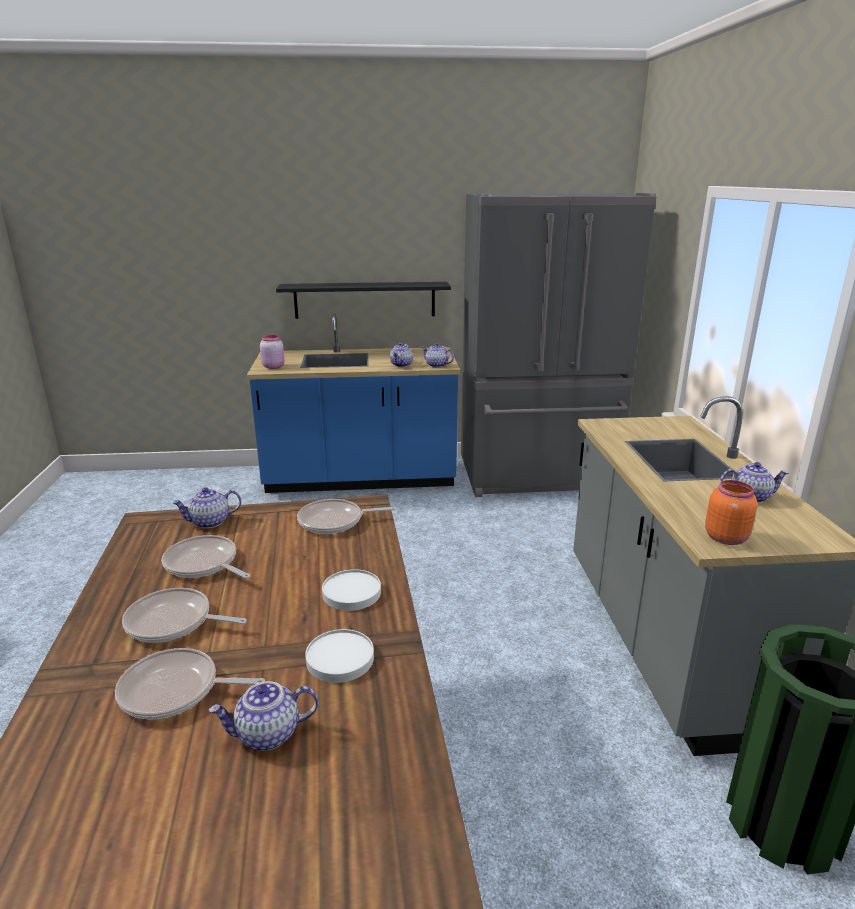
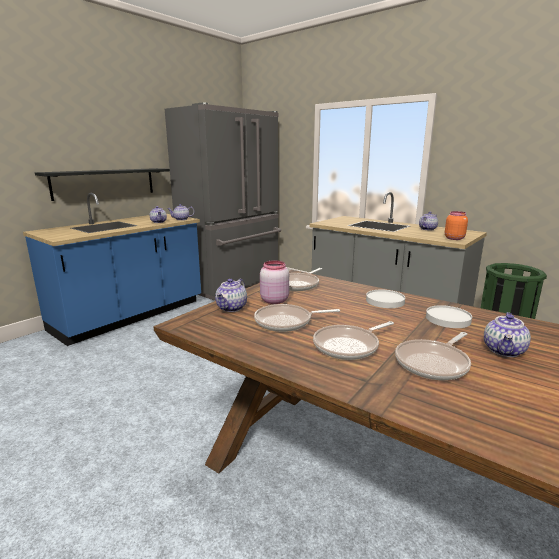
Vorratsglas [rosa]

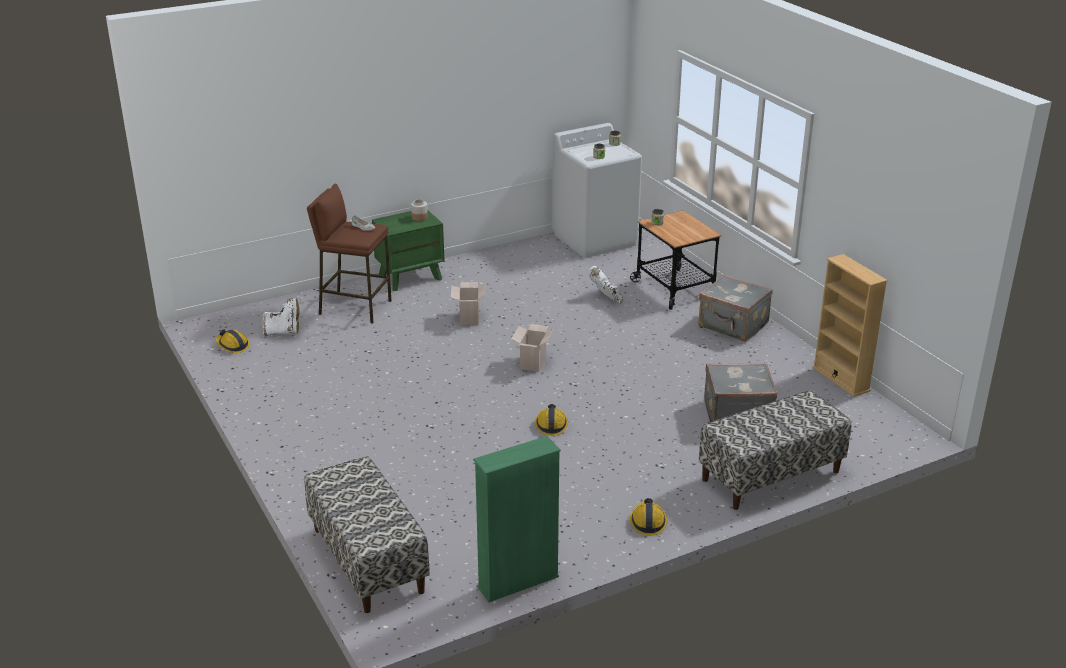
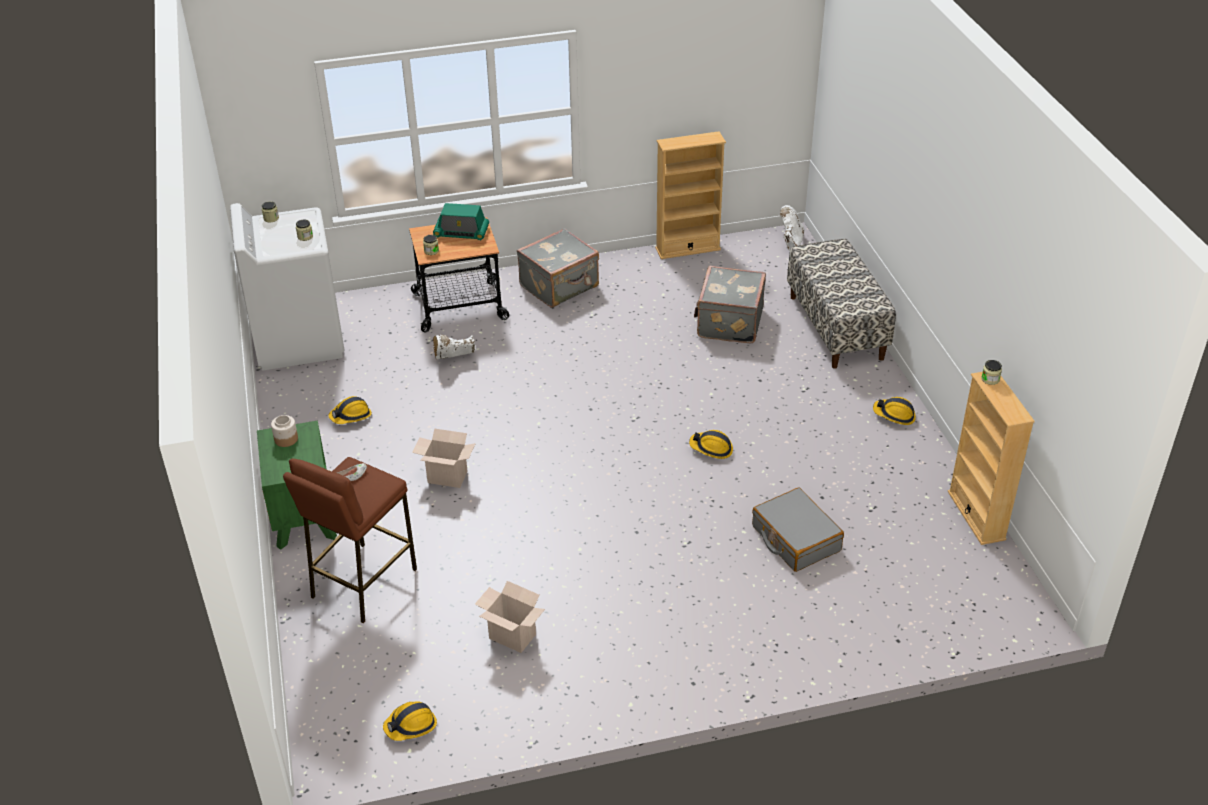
Schutzhelm (1st from left)
Radio
Karton (2nd from left)
Koffer [grau] (3rd from left)
Stiefel [weiß] (2nd from left)
Bücherregal [beige] (2nd from left)
Vorratsglas (5th from left)
Bank (1st from left in the first image)

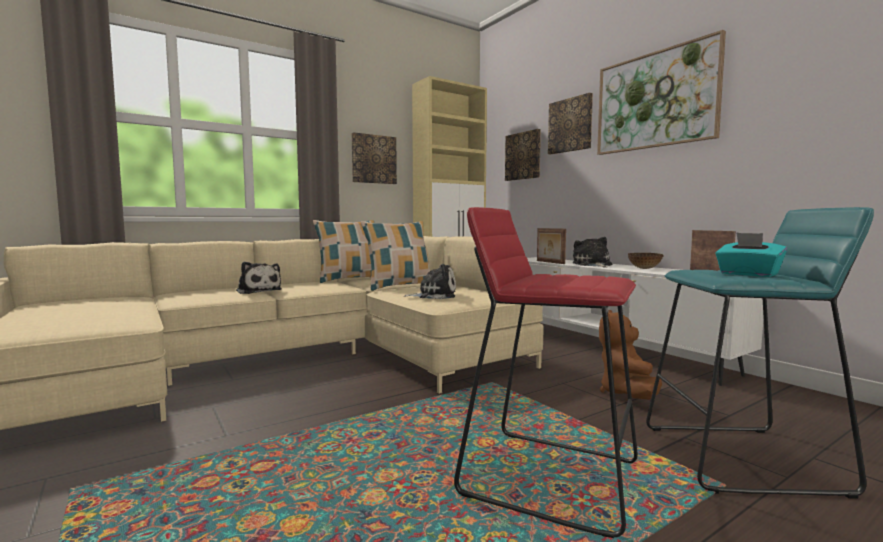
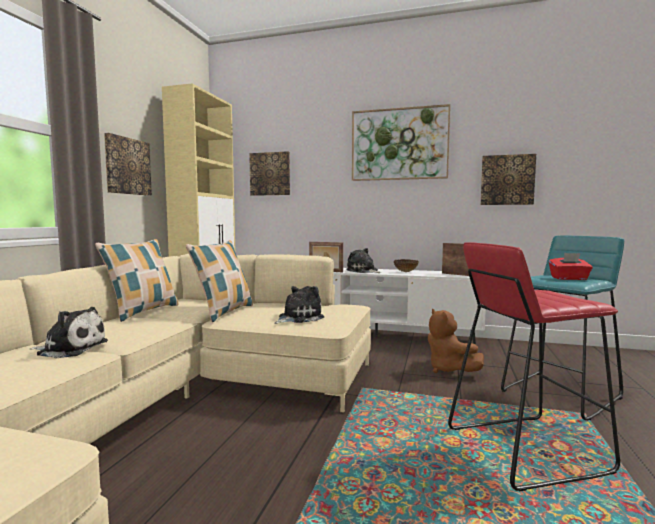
Bild (4th from left)
Taschentuchbox [rot]

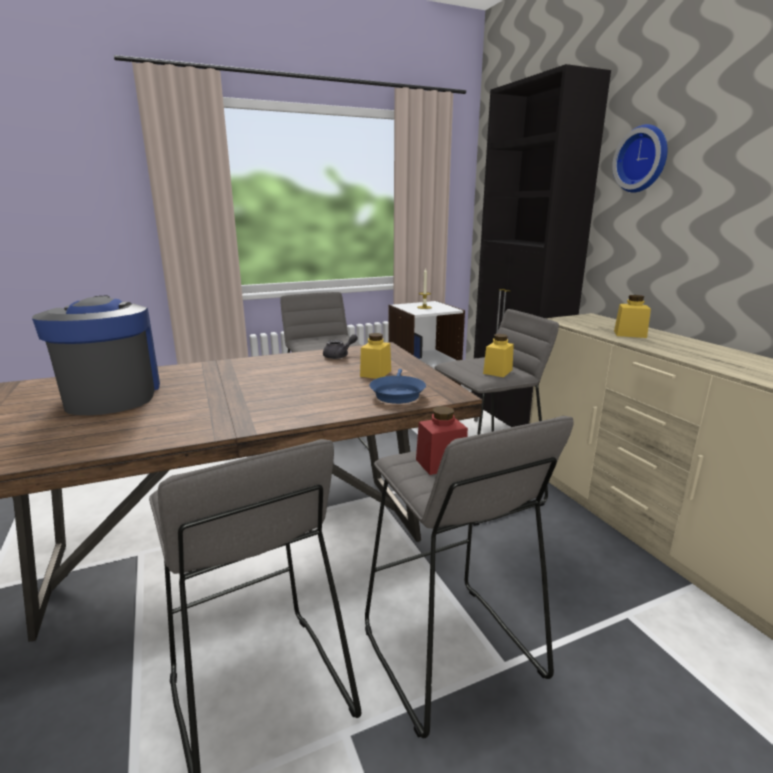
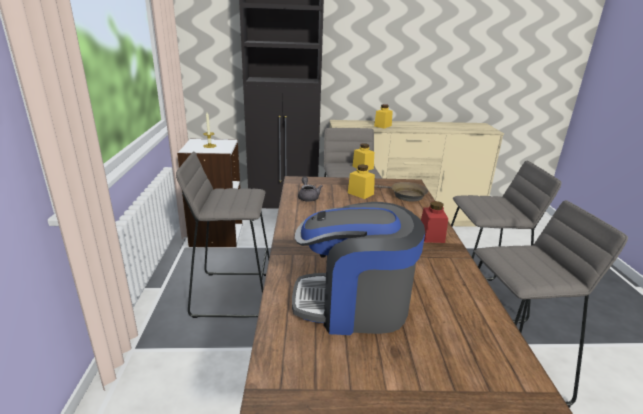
Pfanne [braun]
Vorratsglas [rot]
Wanduhr

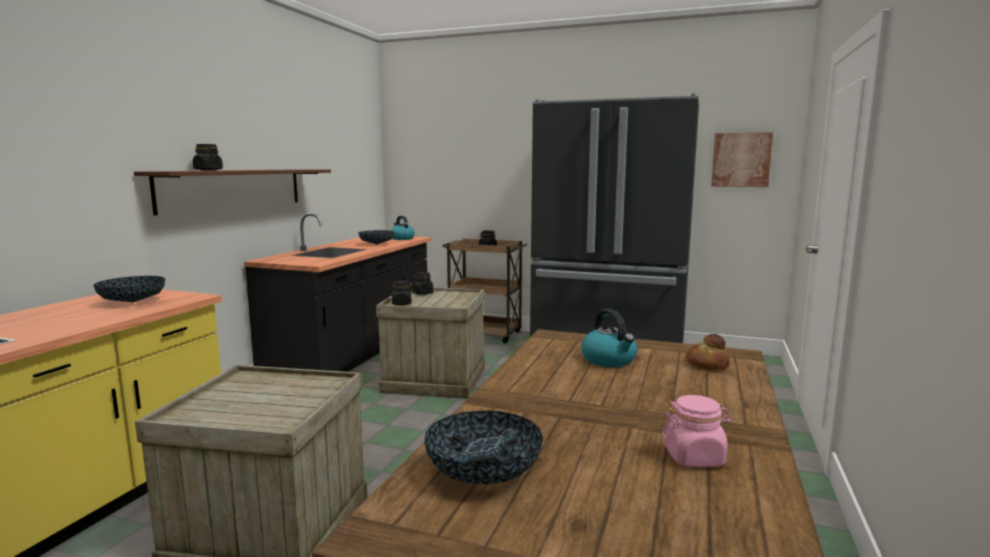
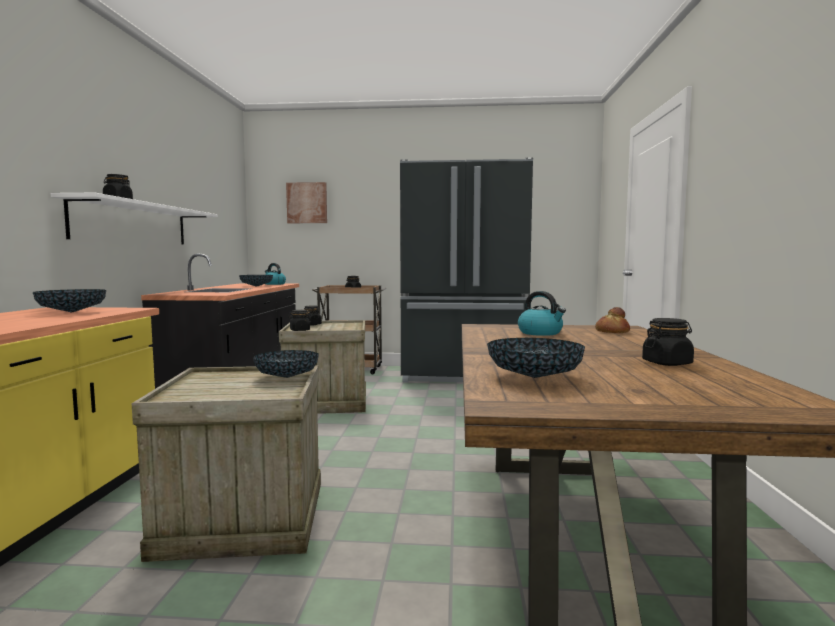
Wandregal [weiß]
Schüssel (3rd from left)
Bild
Vorratsglas [schwarz] (5th from left)

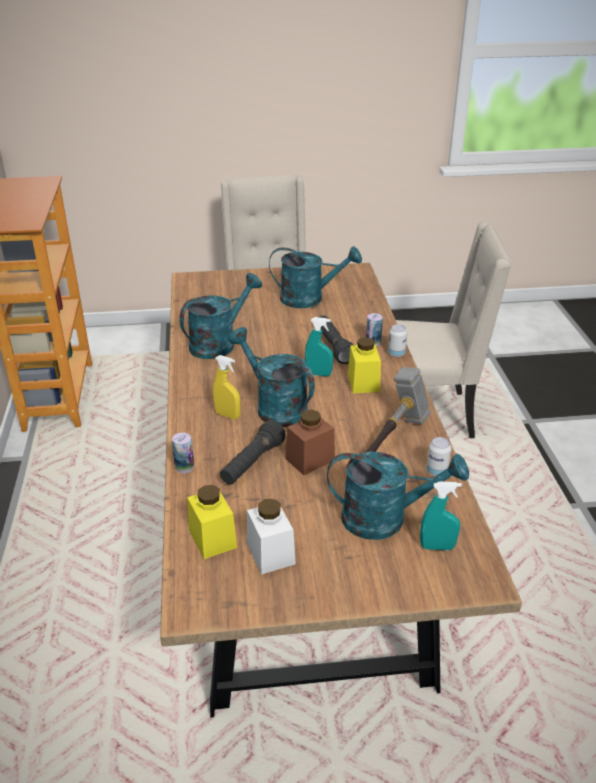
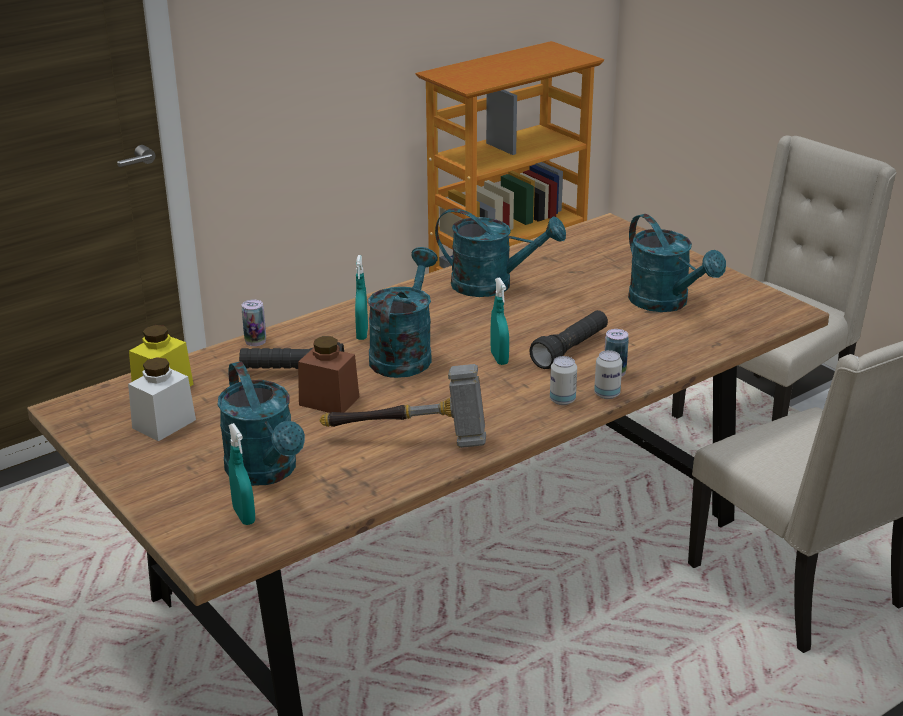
Sprühflasche [türkis] (2nd from left)
Dose (2nd from left)
Vorratsglas [gelb] (2nd from left in the first image)

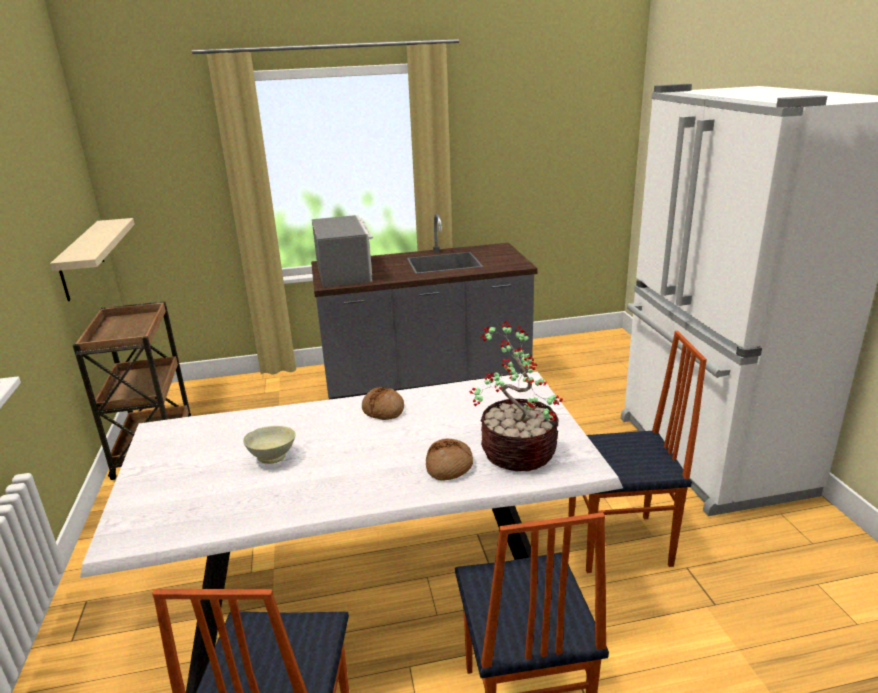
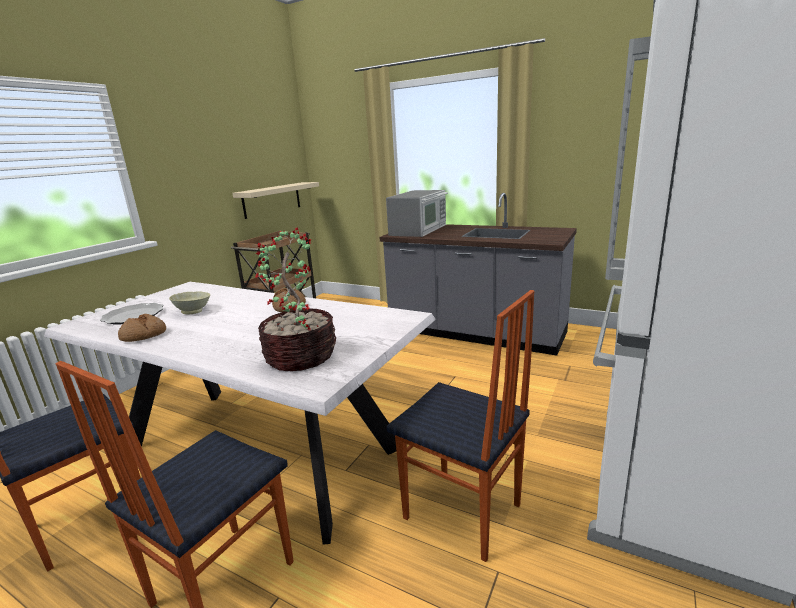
Teller
Brot (1st from left)

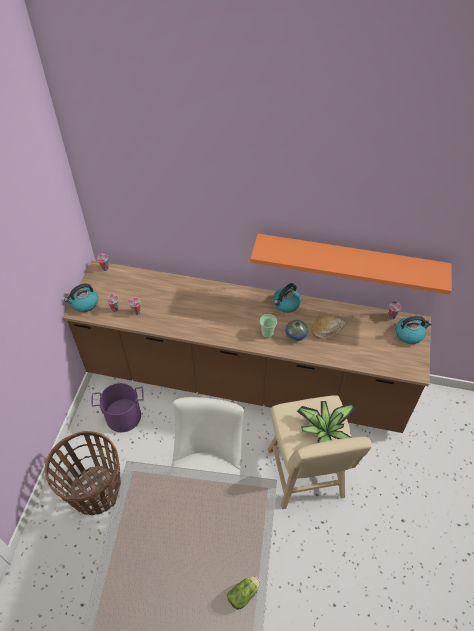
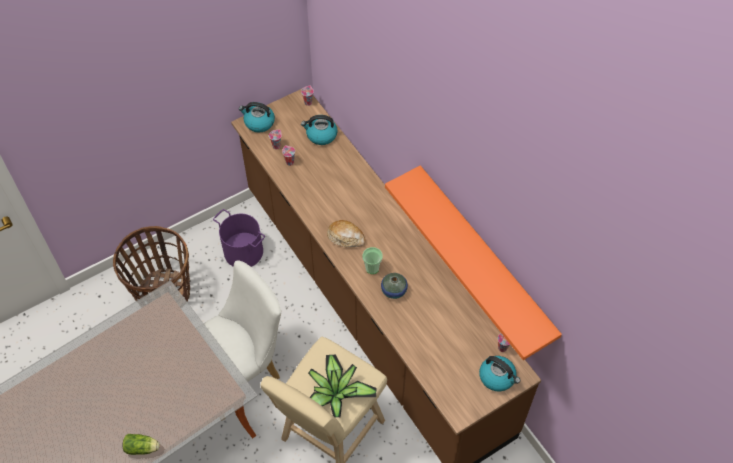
Wasserkessel (2nd from left)
Brot

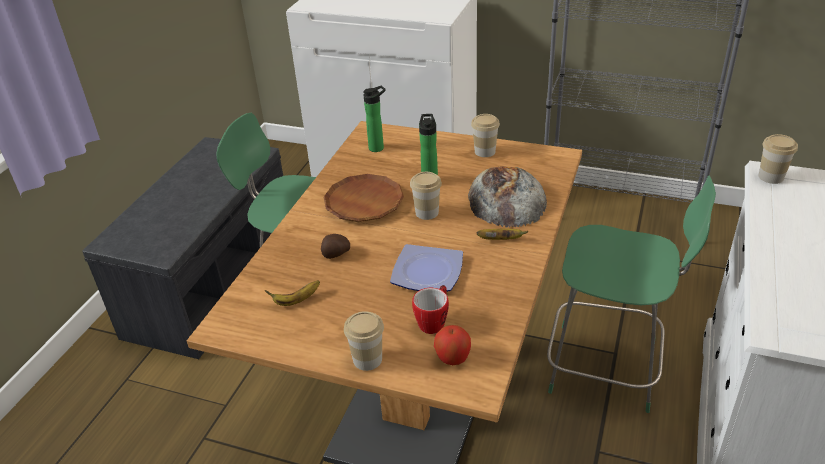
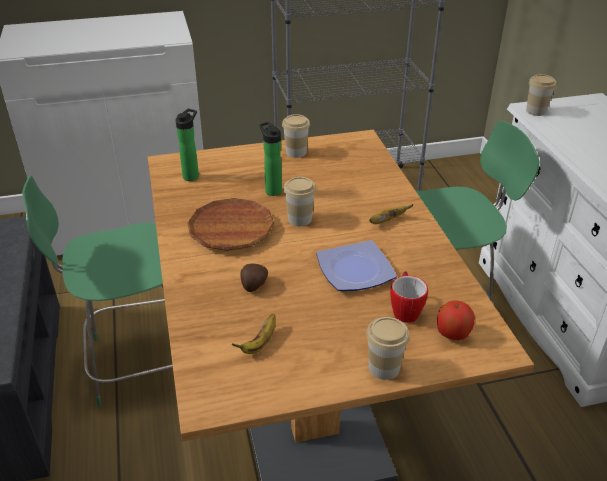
Brot

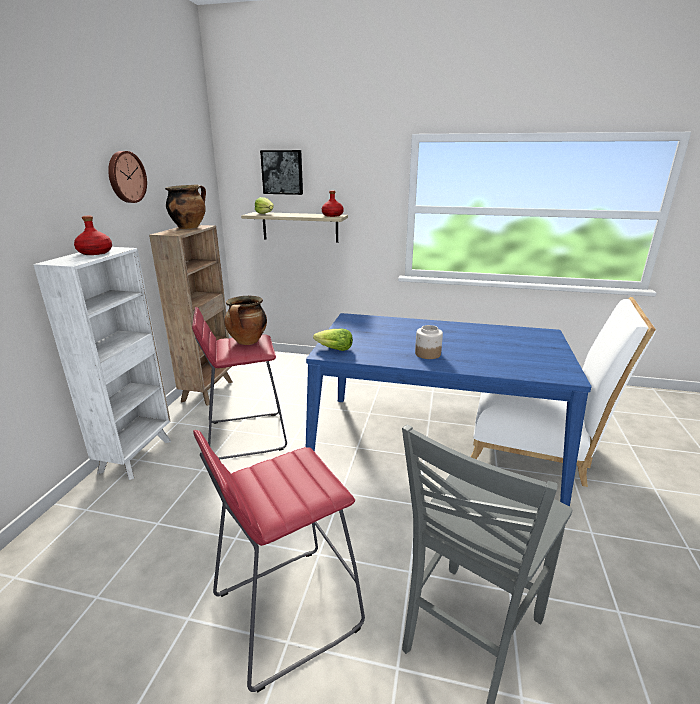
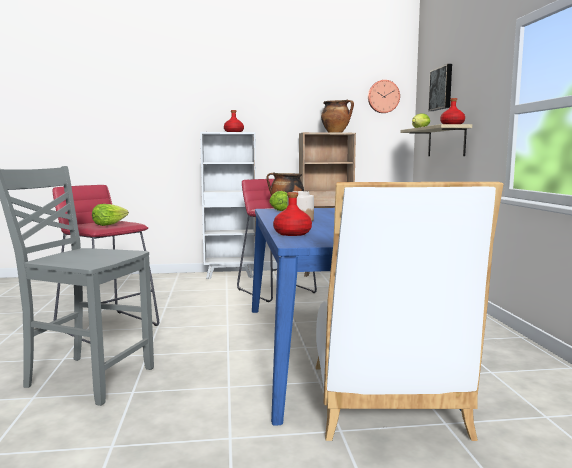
Salatkopf (1st from left)
Flasche [rot] (2nd from left)
Wanduhr

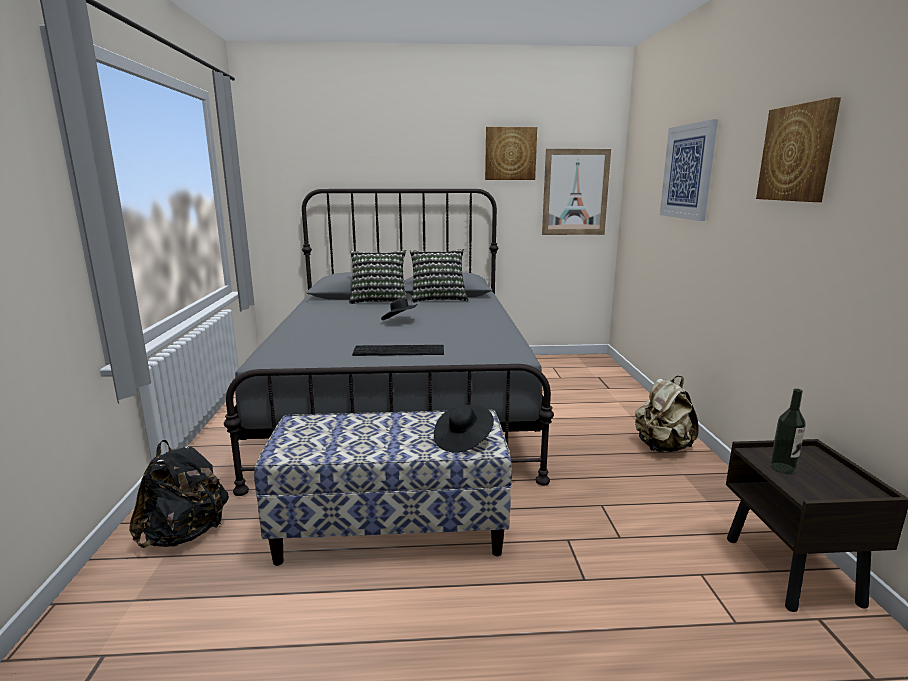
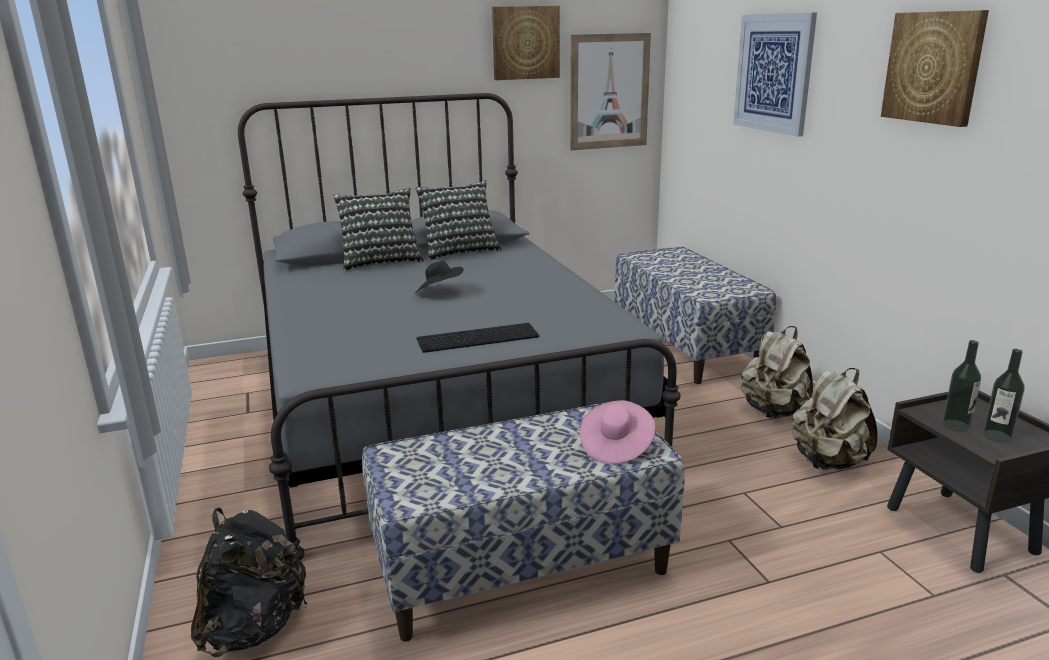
Hut [rosa]
Bank (2nd from left)
Rucksack [beige] (2nd from left)
Flasche (2nd from left)

